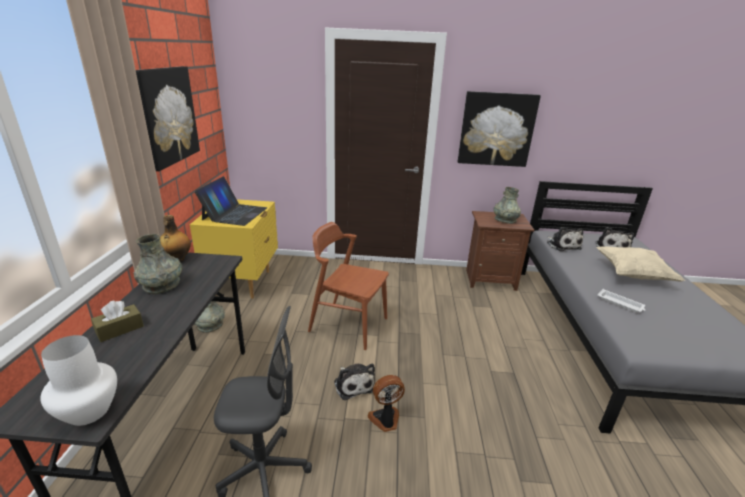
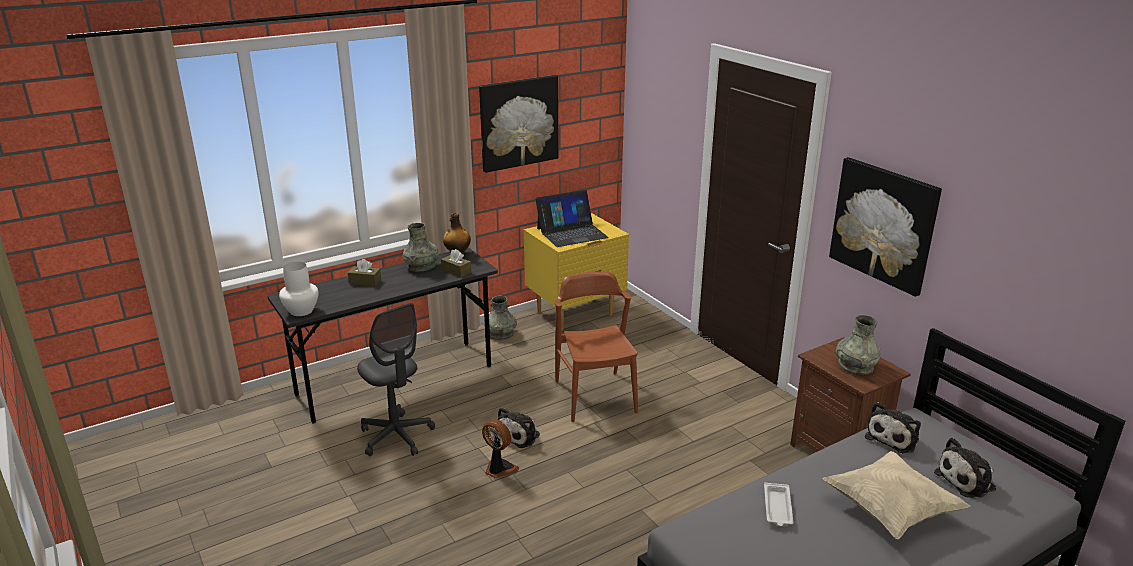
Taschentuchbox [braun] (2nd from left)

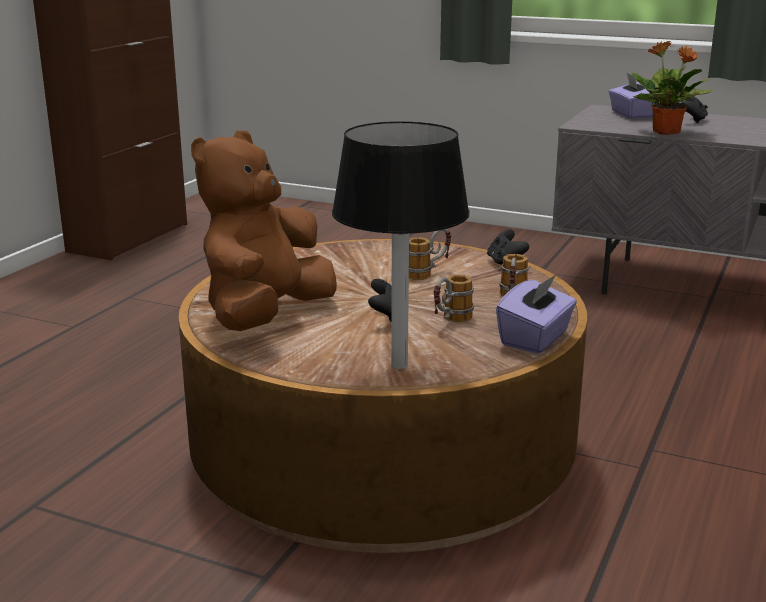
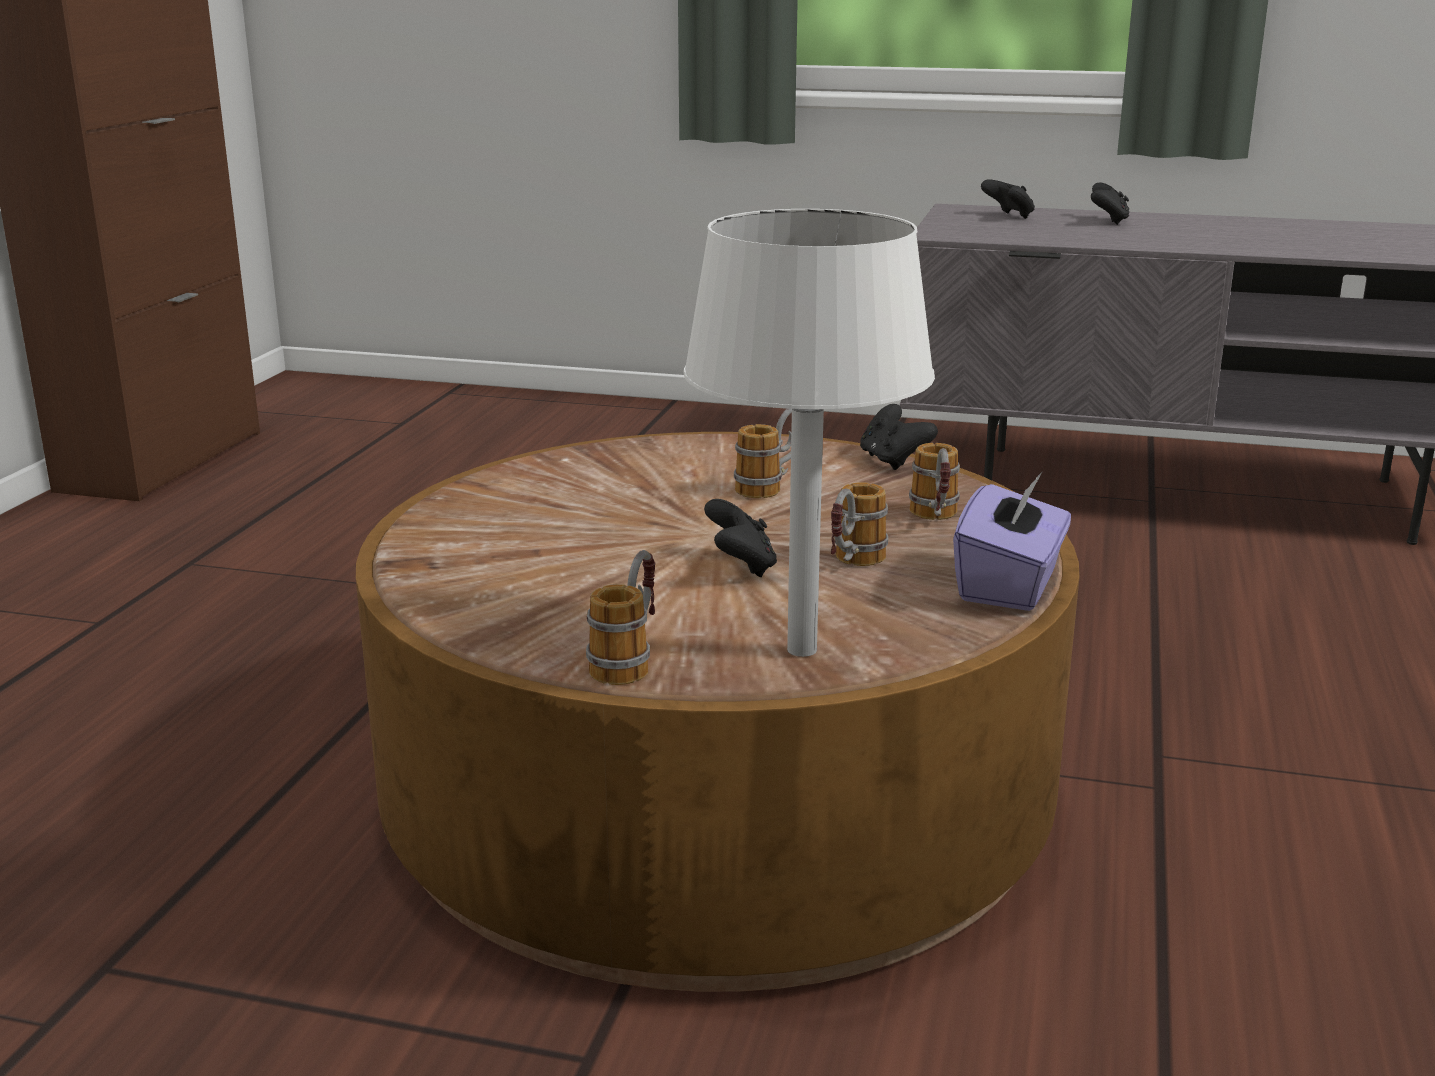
Henkelbecher (1st from left)
Tischlampe [weiß]
Gamepad [schwarz] (3rd from left)
Plüschtier [braun]
Topfpflanze

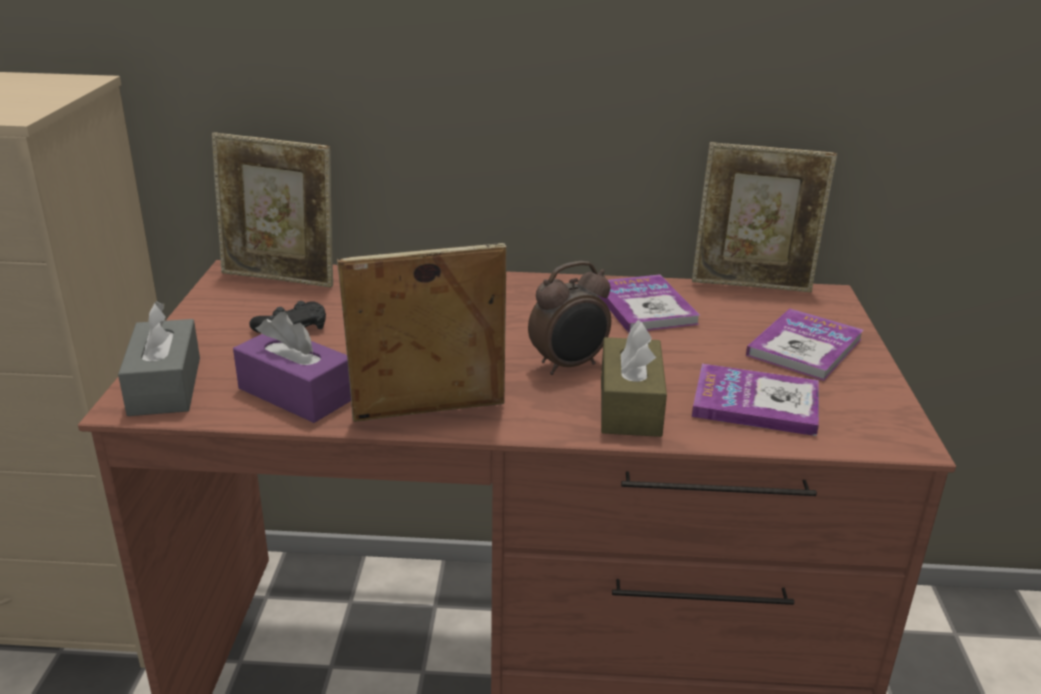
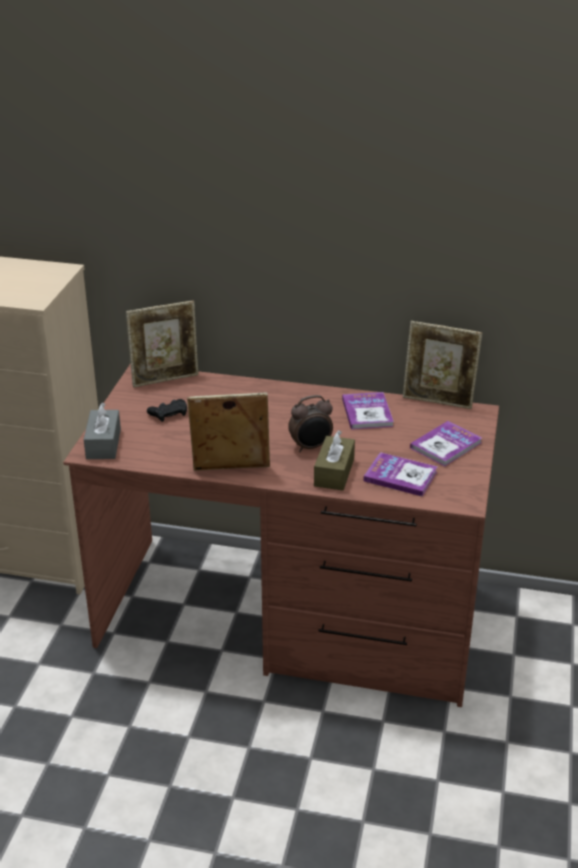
Bilderrahmen (1st from left)
Taschentuchbox [lila]

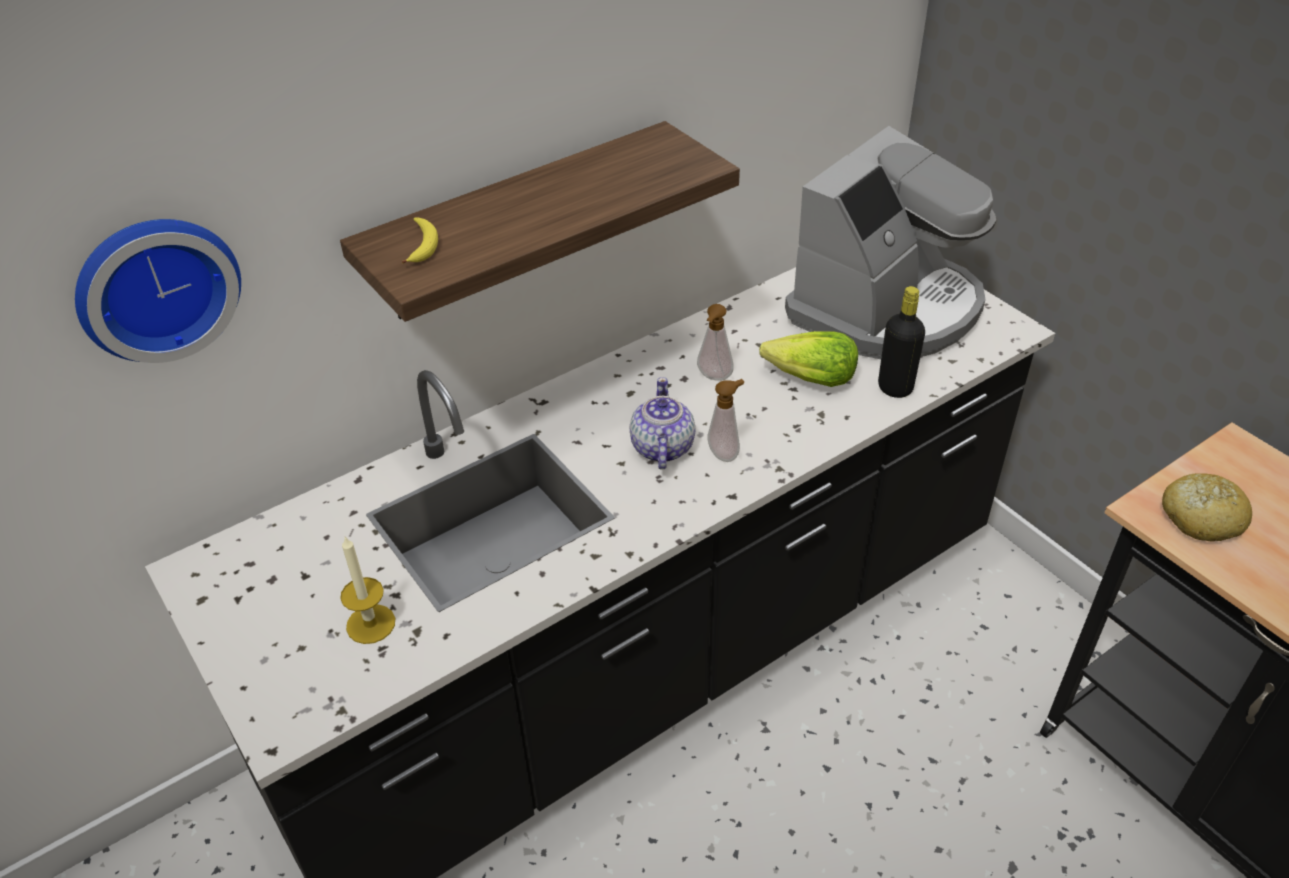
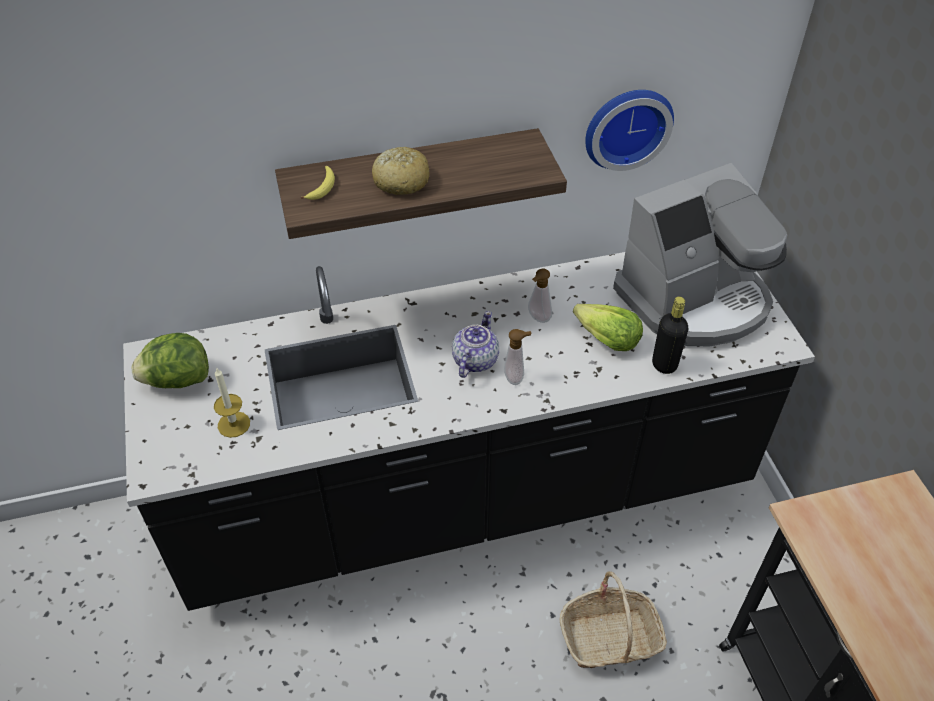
Salatkopf (1st from left)
Brot
Korb
Wanduhr

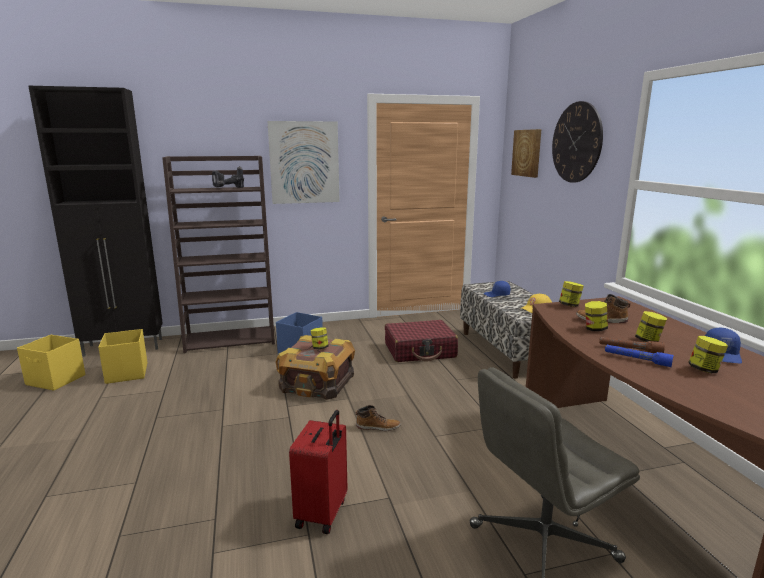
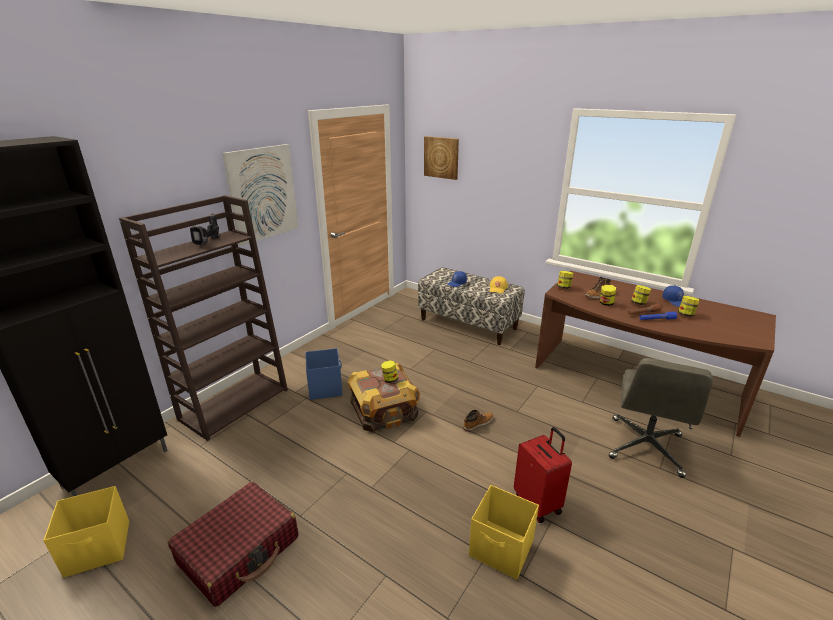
Koffer [rot] (1st from left)
Aufbewahrungsbox [gelb] (2nd from left)
Wanduhr

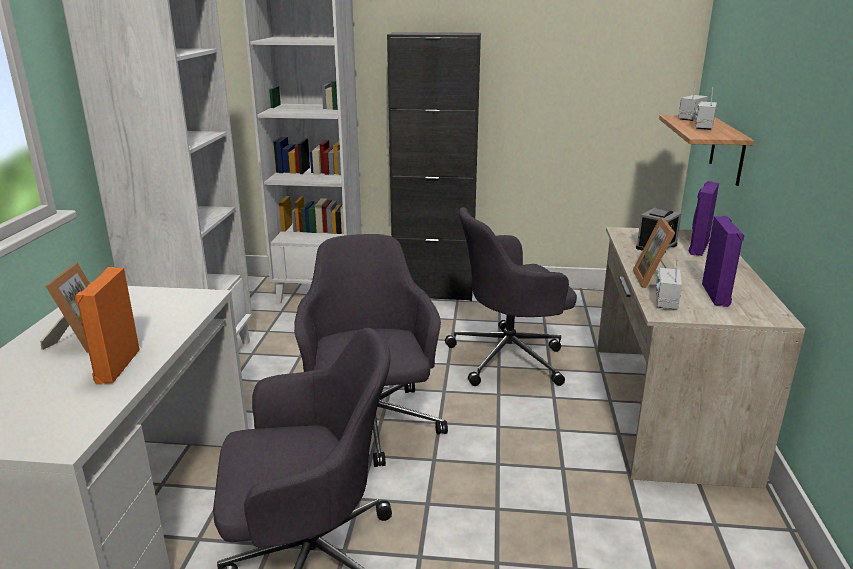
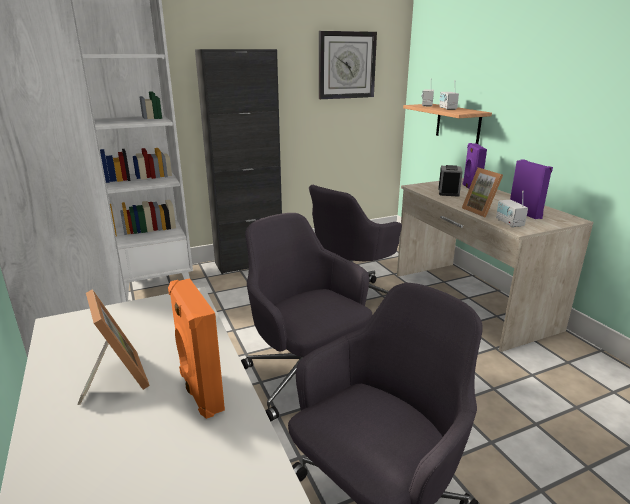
Wanduhr

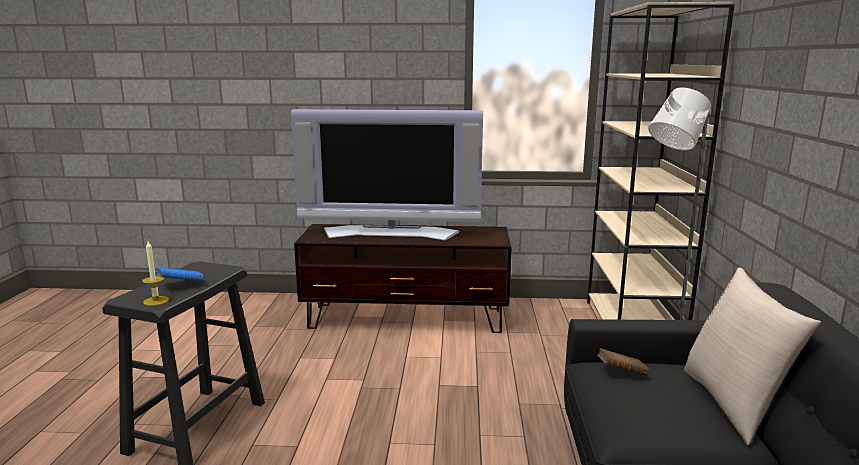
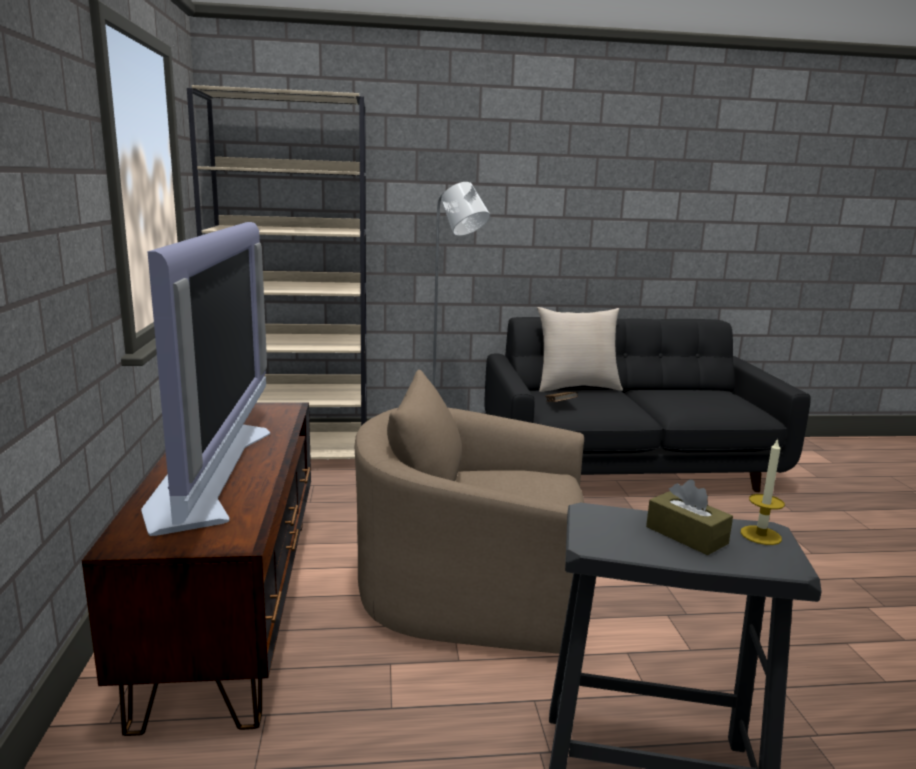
Sessel [beige]
Taschentuchbox [braun]

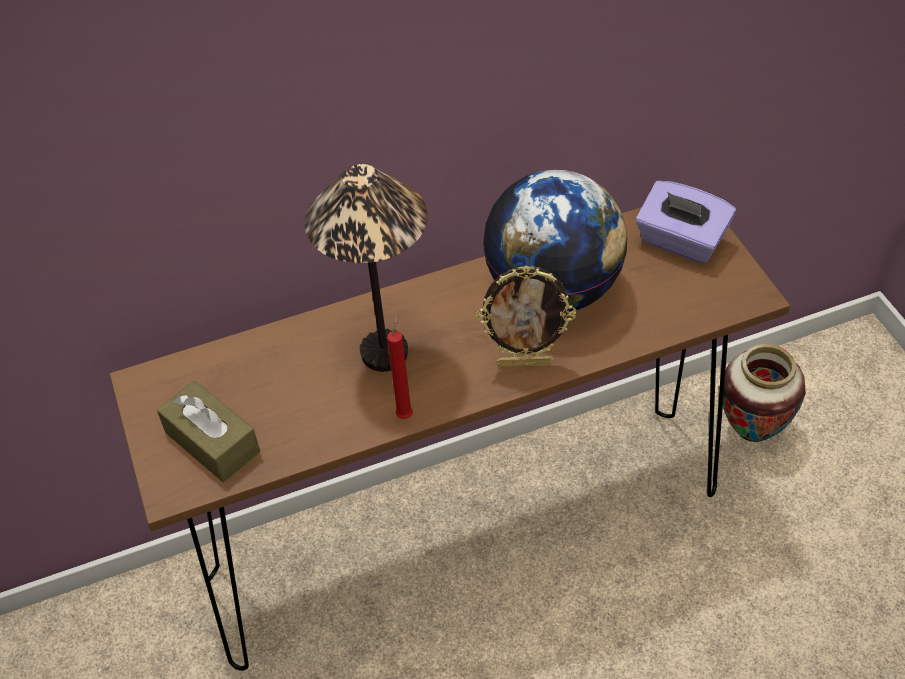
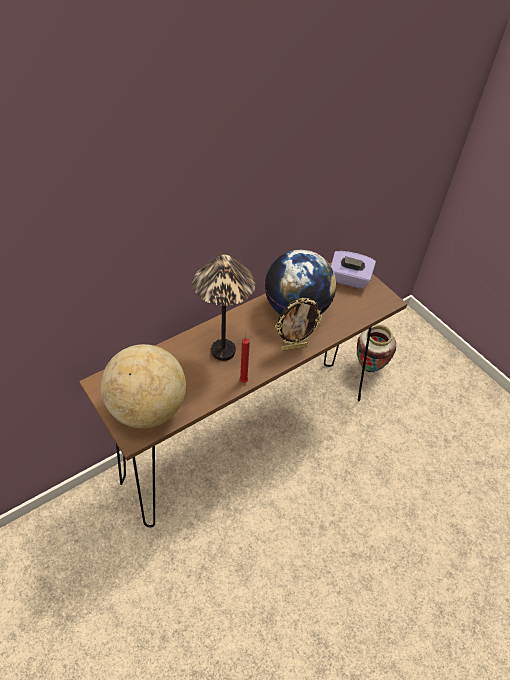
Globus (1st from left)

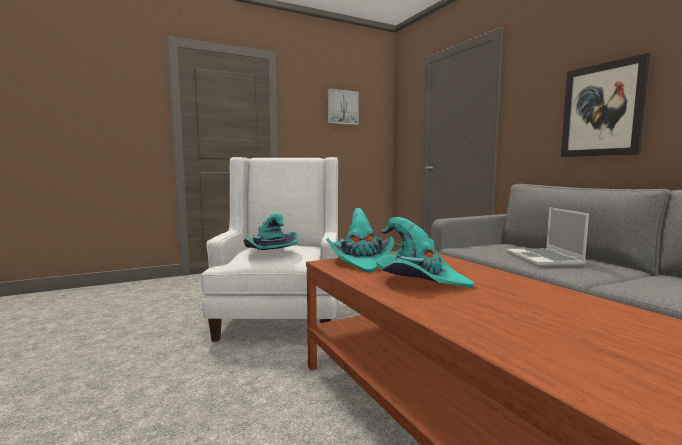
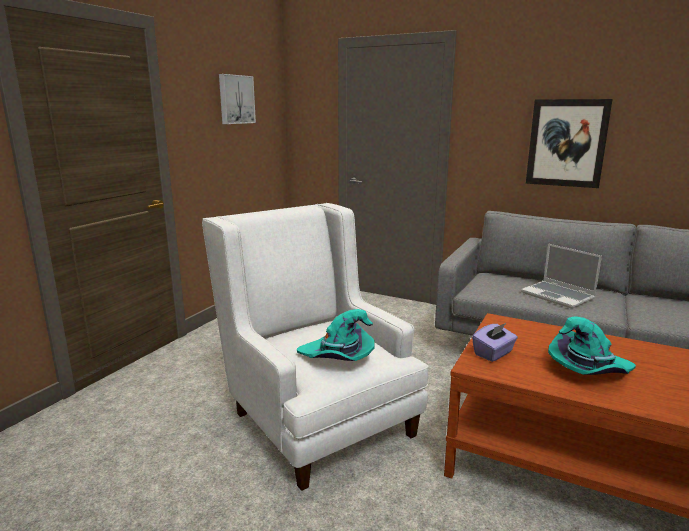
Taschentuchbox [lila]

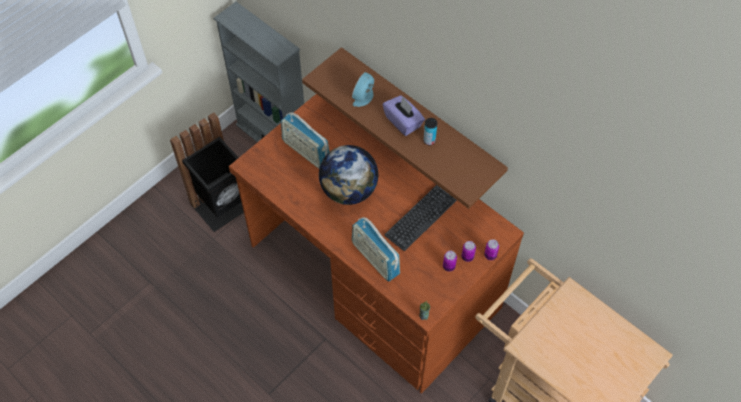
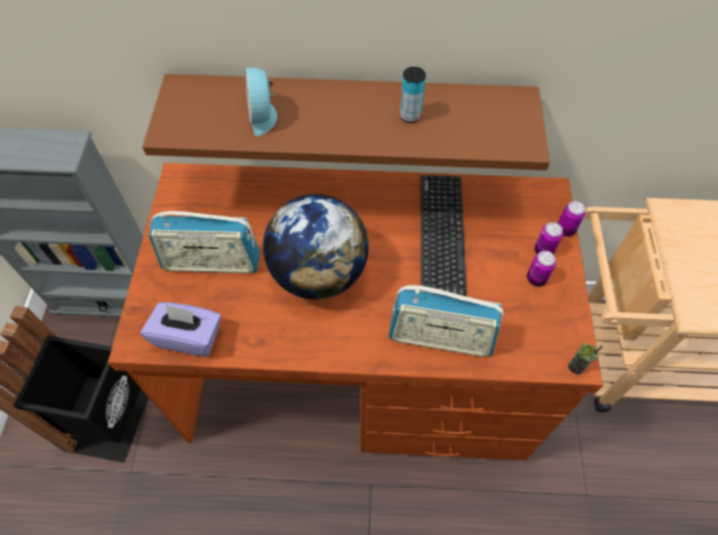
Taschentuchbox [lila]

